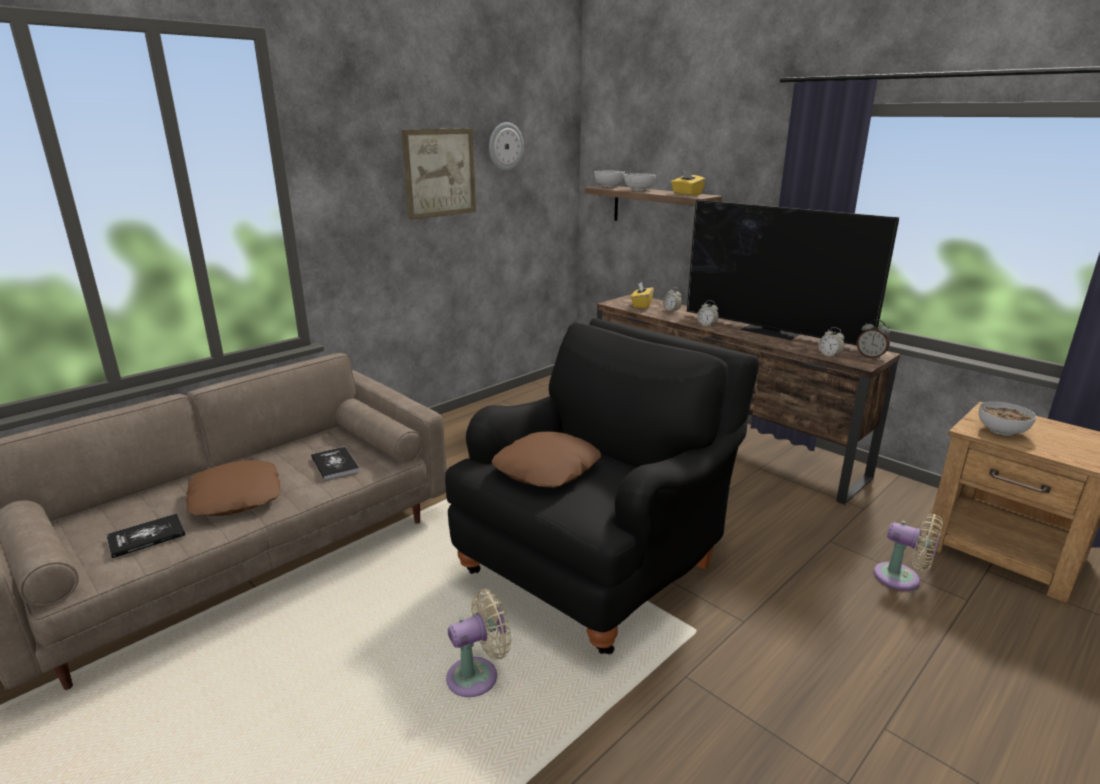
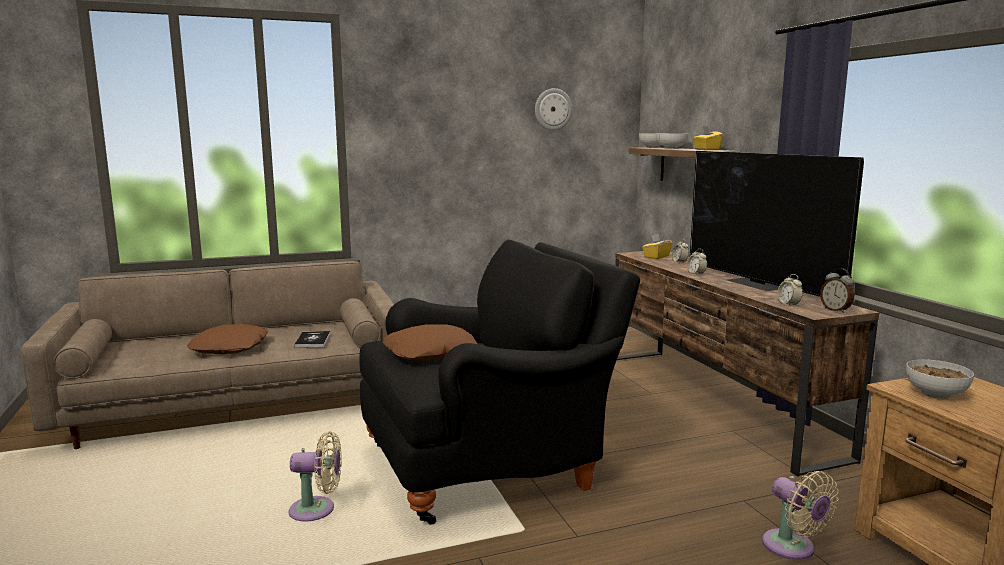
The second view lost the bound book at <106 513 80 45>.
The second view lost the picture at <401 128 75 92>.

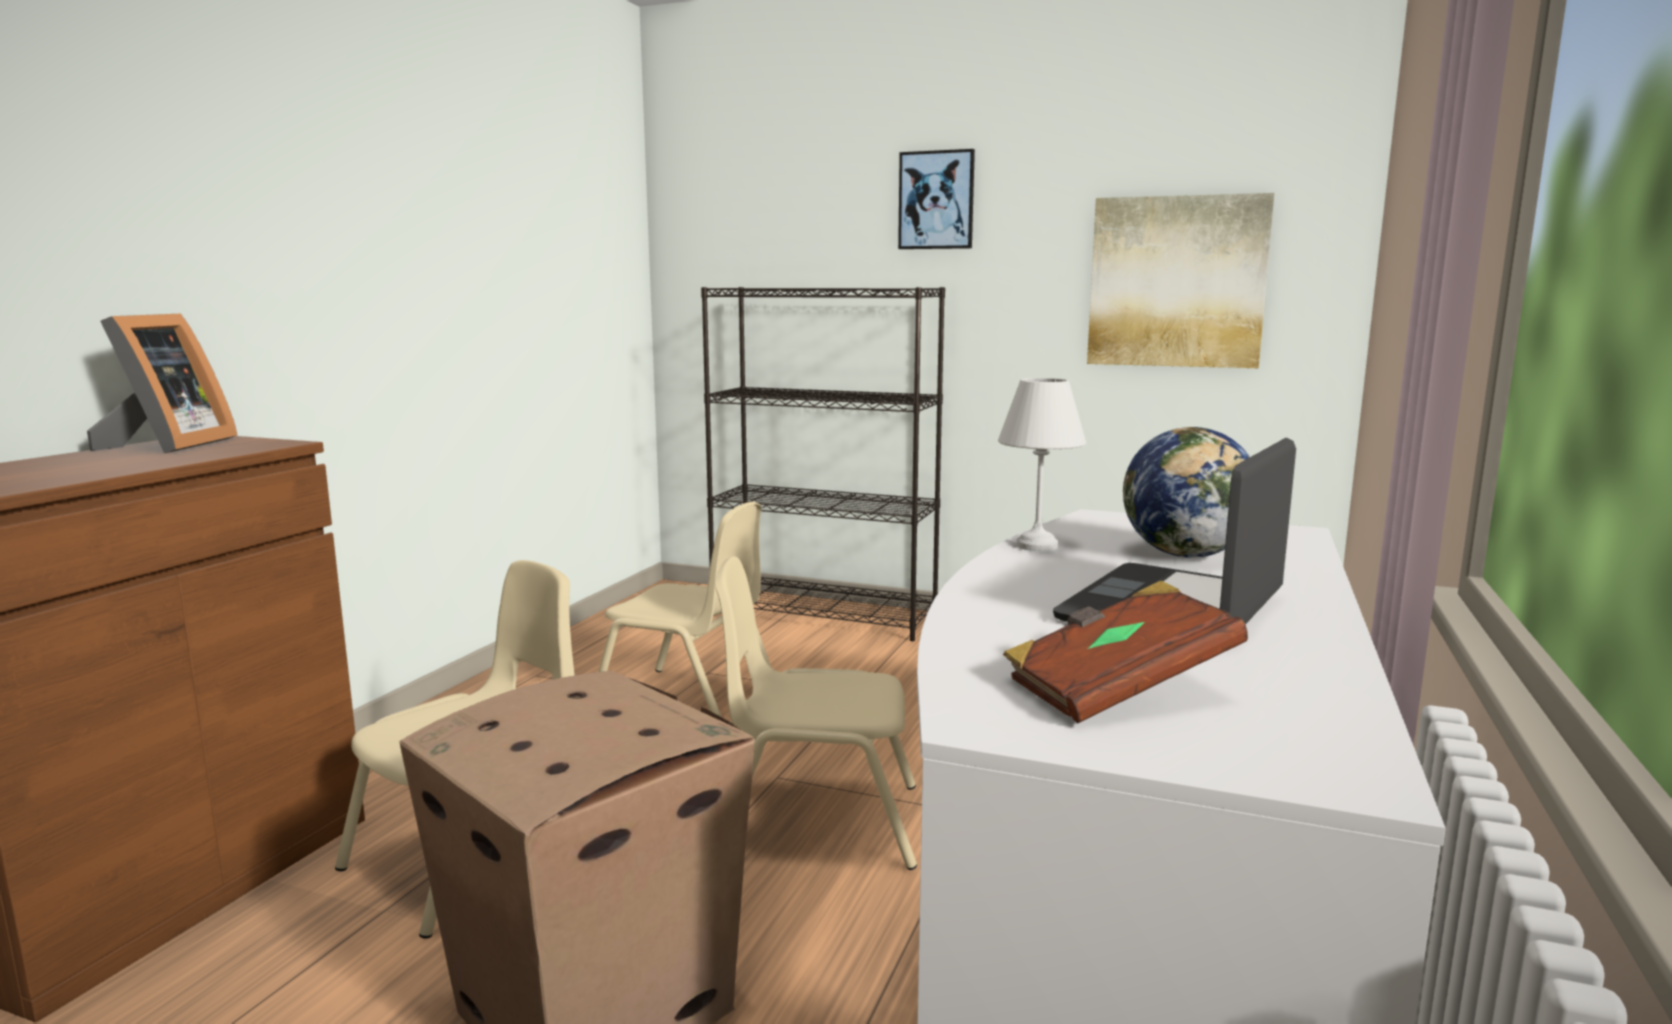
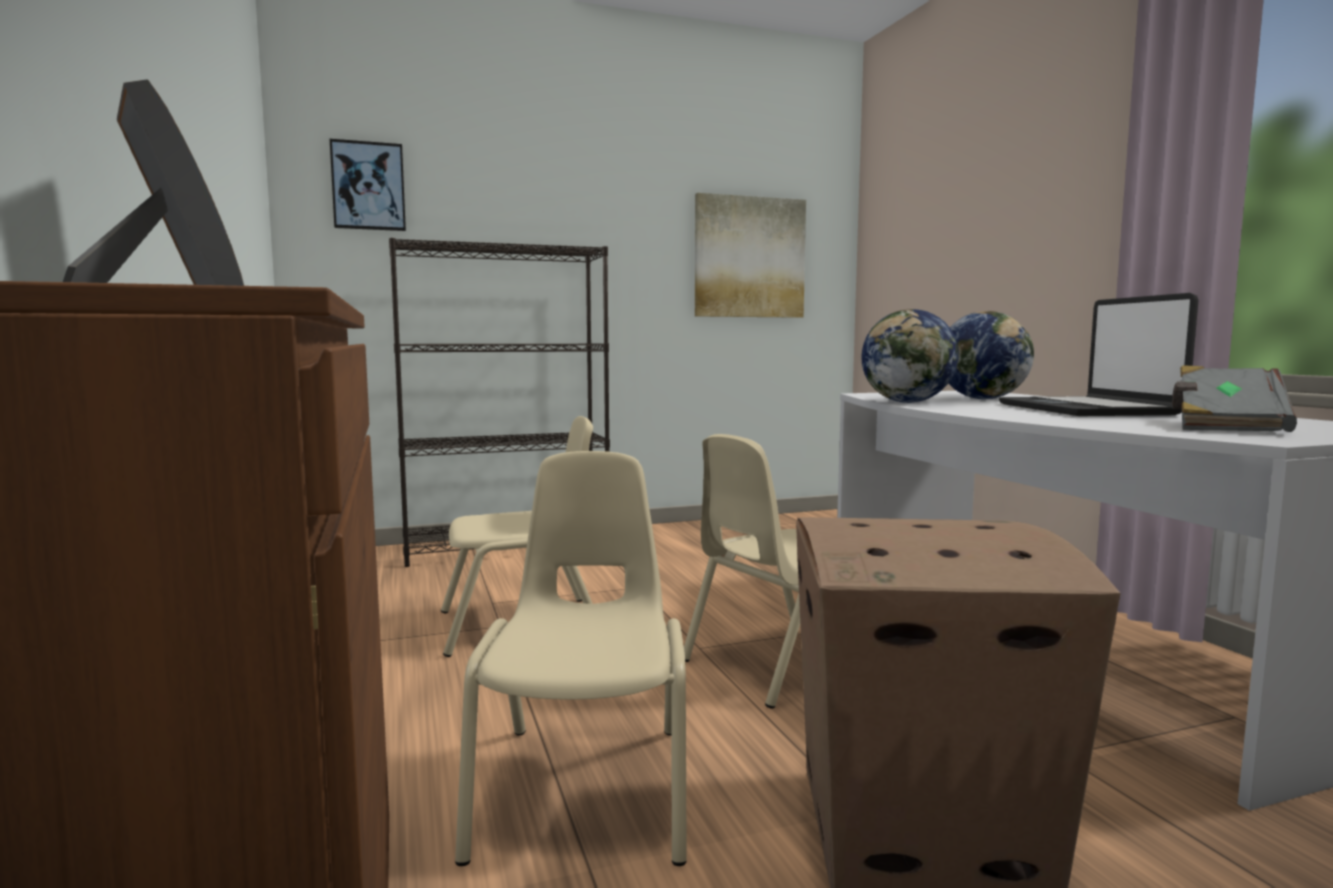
The picture ended up elsewhere, having gone from <898 149 77 100> to <330 139 76 92>.
Where the white-coloured tabletop lamp stood at <998 378 88 173>, the globe came to stand at <861 309 98 94>.
What was the brownish bound book at <1003 581 245 142> turned into the grey bound book at <1172 365 125 67>.

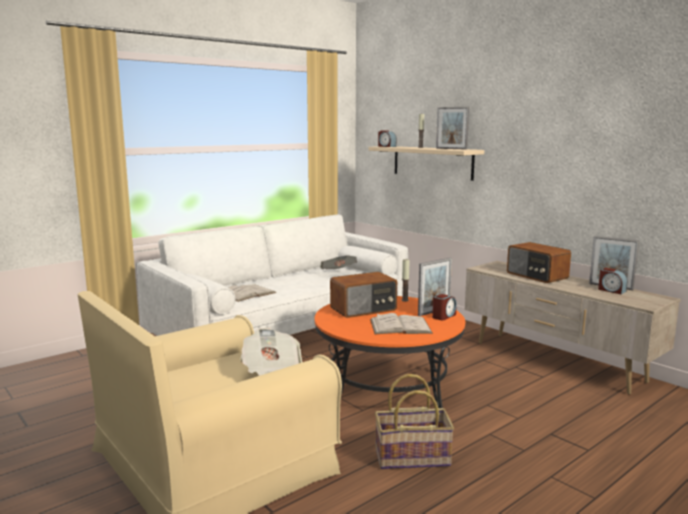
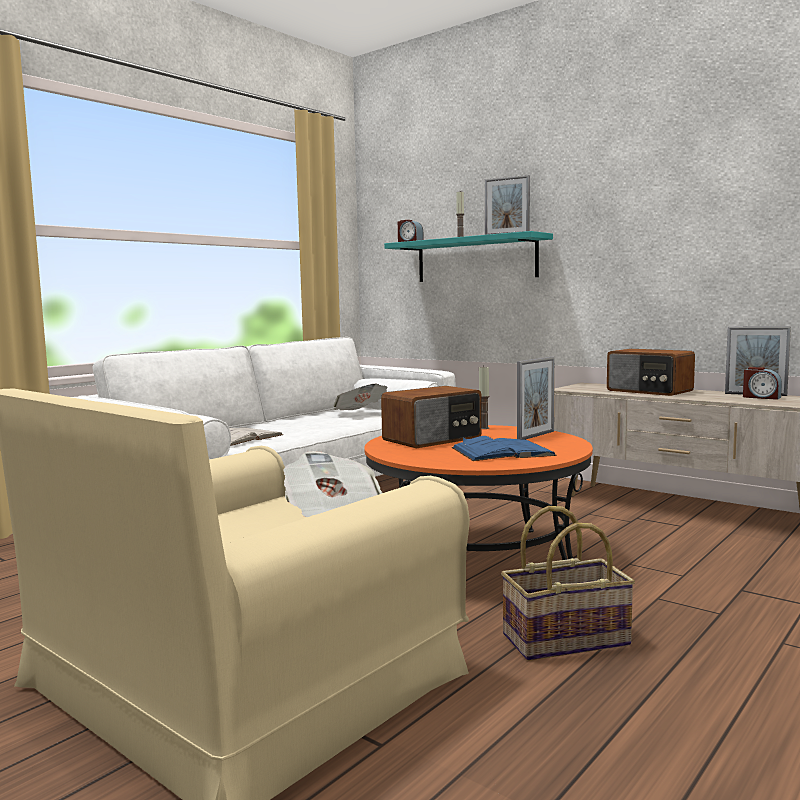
What was the beige-coloured wall shelf at <369 146 115 35> turned into the blue-green wall shelf at <384 231 169 51>.
What was the white-coloured bound book at <370 313 63 21> turned into the blue-coloured bound book at <452 436 105 25>.
The second view lost the alarm clock at <432 294 25 26>.

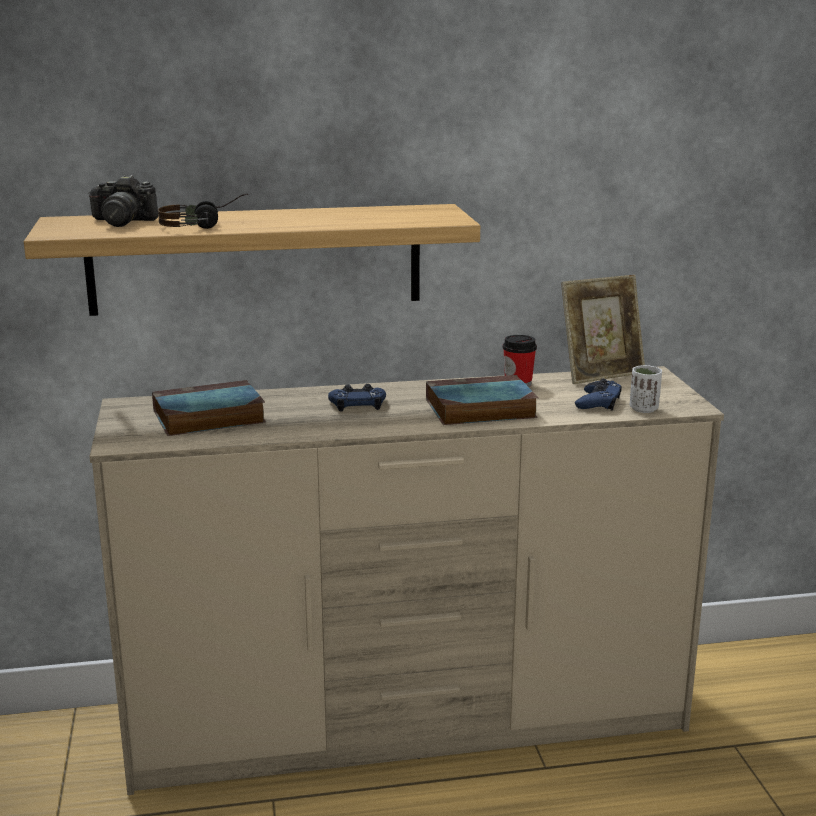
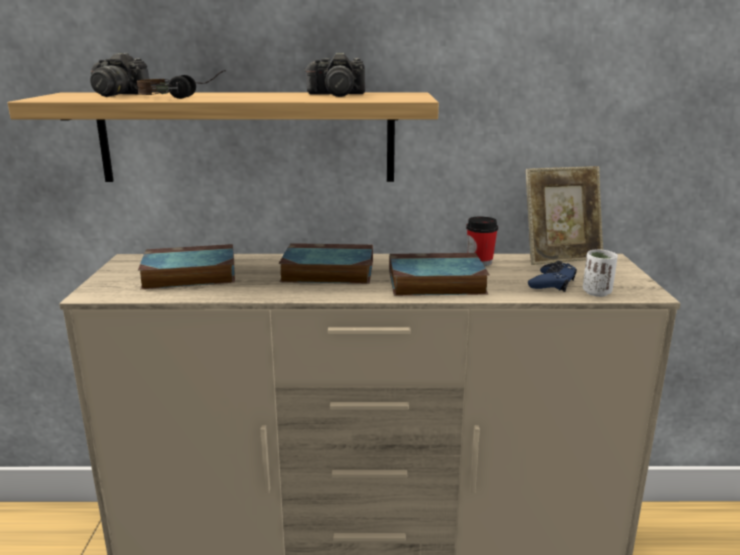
Where the blue-coloured game controller stood at <328 384 58 27>, the bound book came to stand at <279 243 94 41>.
The second view gained the still camera at <304 53 61 44>.

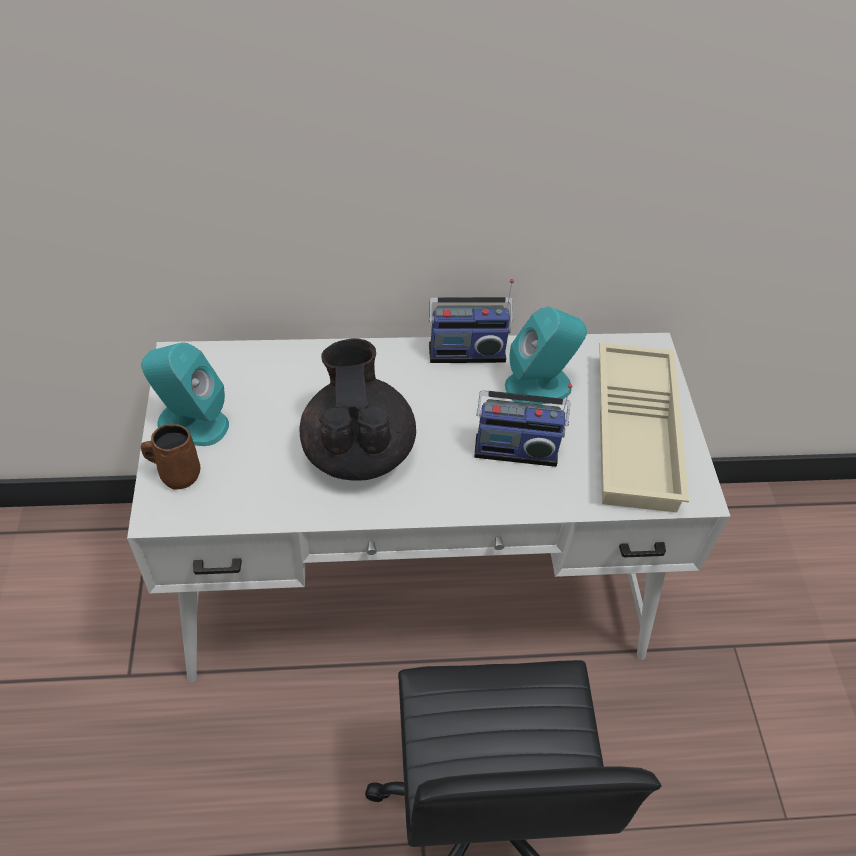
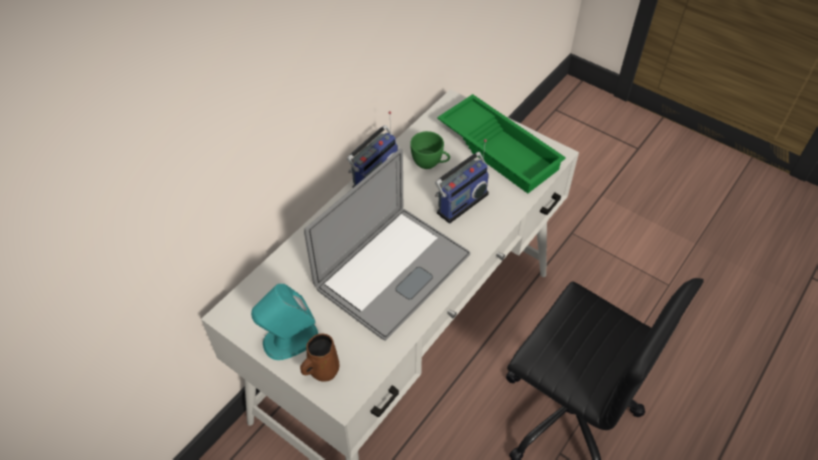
Where the blackish teapot stood at <299 338 117 143>, the laptop came to stand at <304 148 166 193>.
Where the blue-green loudspeaker stood at <505 307 82 98>, the green-coloured cup came to stand at <410 131 40 38>.
What was the beige-coloured serving tray at <599 343 90 170> turned into the green-coloured serving tray at <437 94 129 99>.

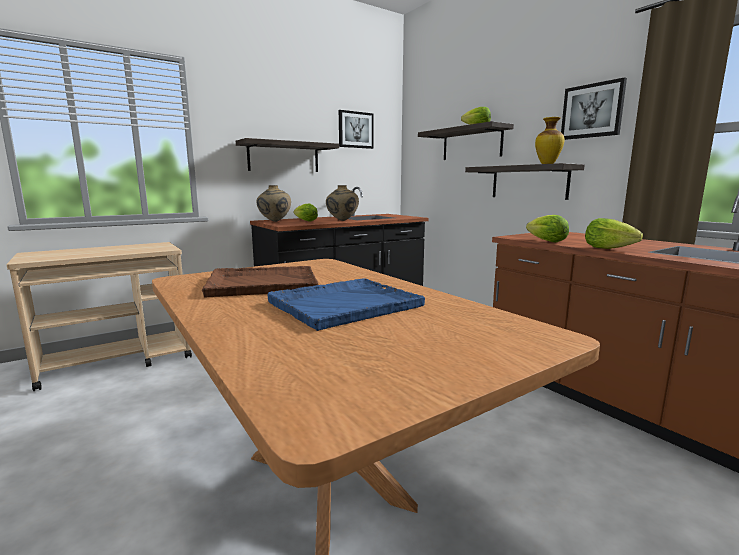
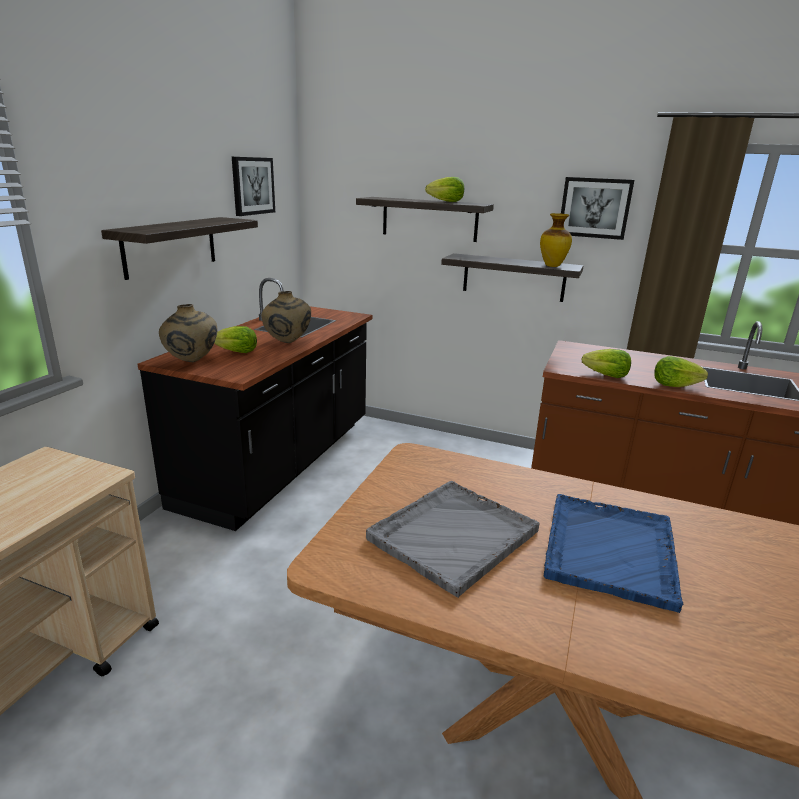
What was the brownish serving tray at <202 266 117 32> turned into the grey serving tray at <366 481 173 117>.

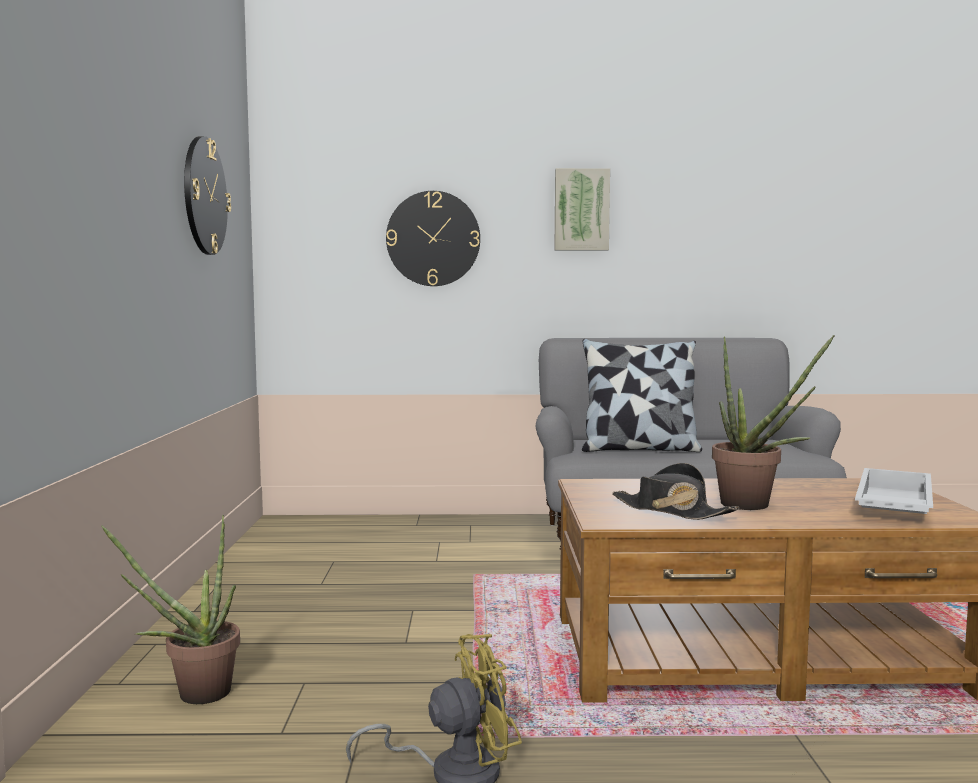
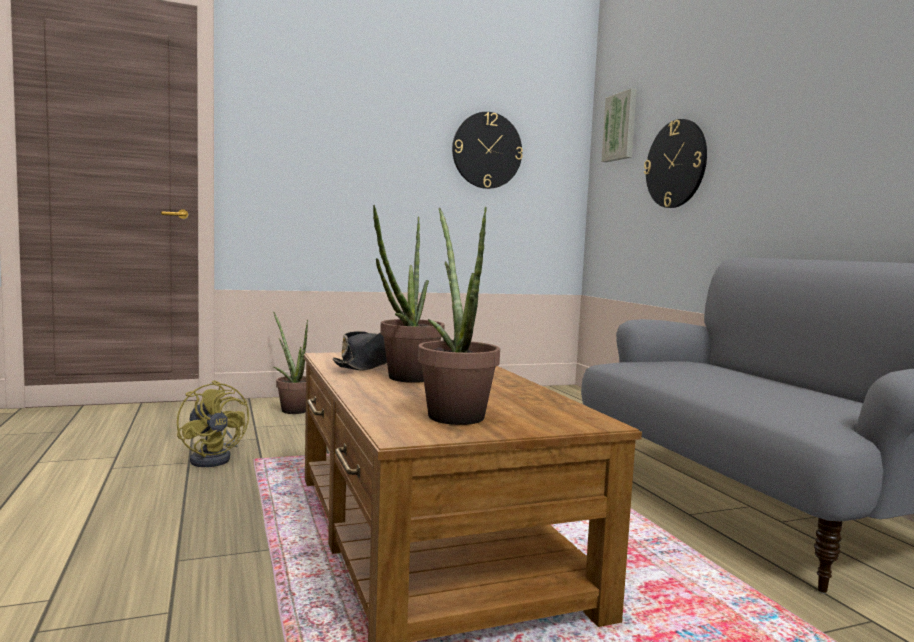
Where the white-coloured serving tray stood at <855 468 78 46>, the potted plant came to stand at <418 207 82 218>.
The picture ended up elsewhere, having gone from <554 168 56 83> to <601 89 36 73>.
The second view lost the throw pillow at <582 339 120 113>.

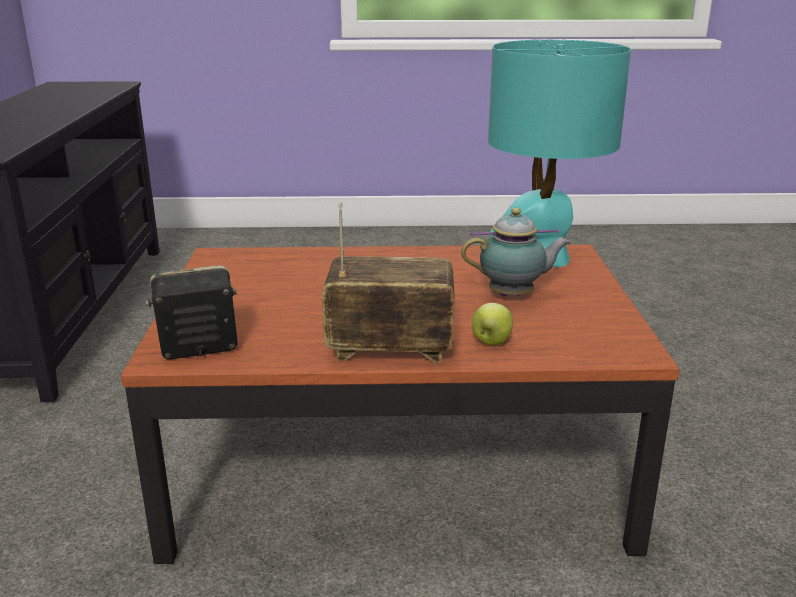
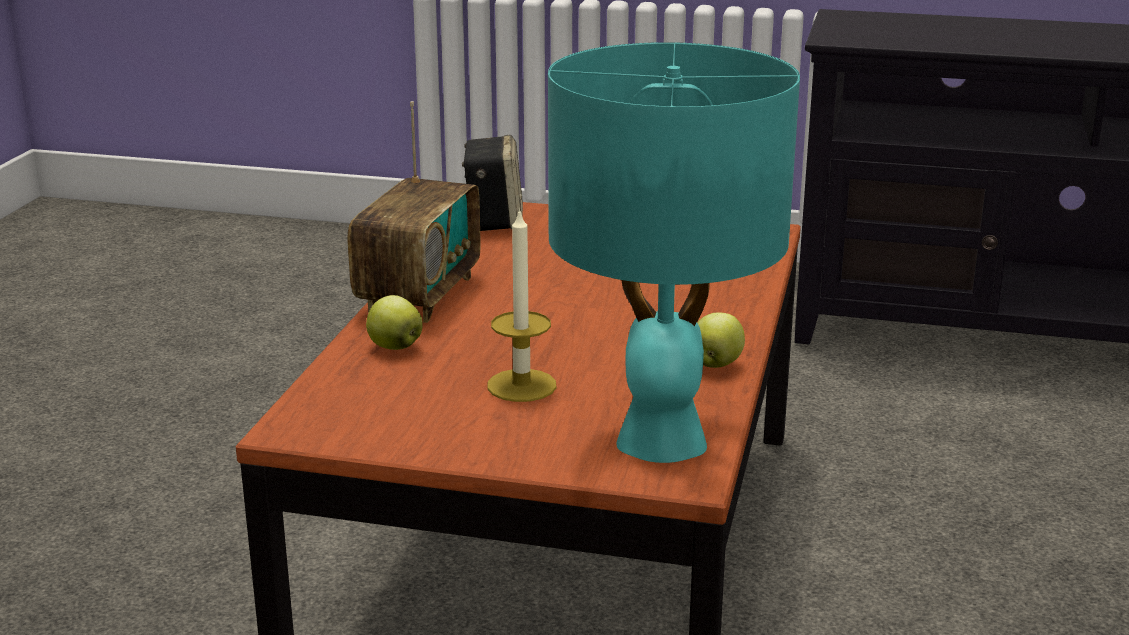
Where the teapot stood at <461 208 109 88>, the wax light came to stand at <487 208 70 194>.
The second view gained the apple fruit at <697 312 48 56>.

